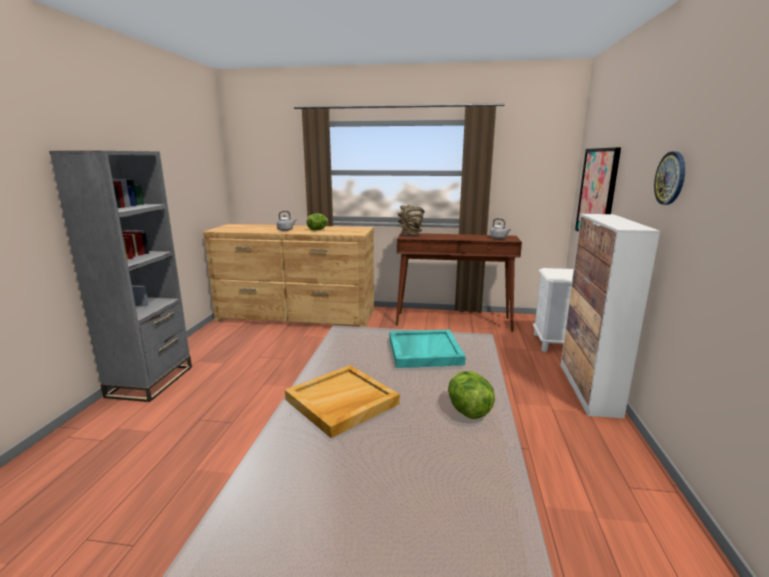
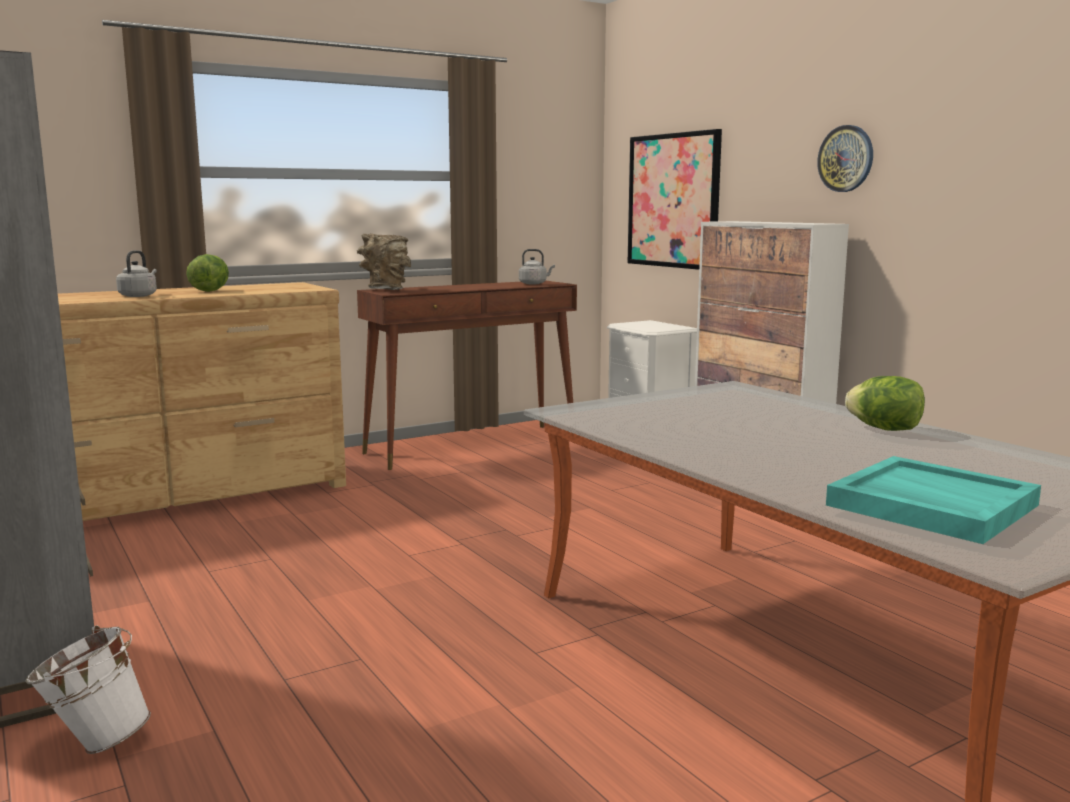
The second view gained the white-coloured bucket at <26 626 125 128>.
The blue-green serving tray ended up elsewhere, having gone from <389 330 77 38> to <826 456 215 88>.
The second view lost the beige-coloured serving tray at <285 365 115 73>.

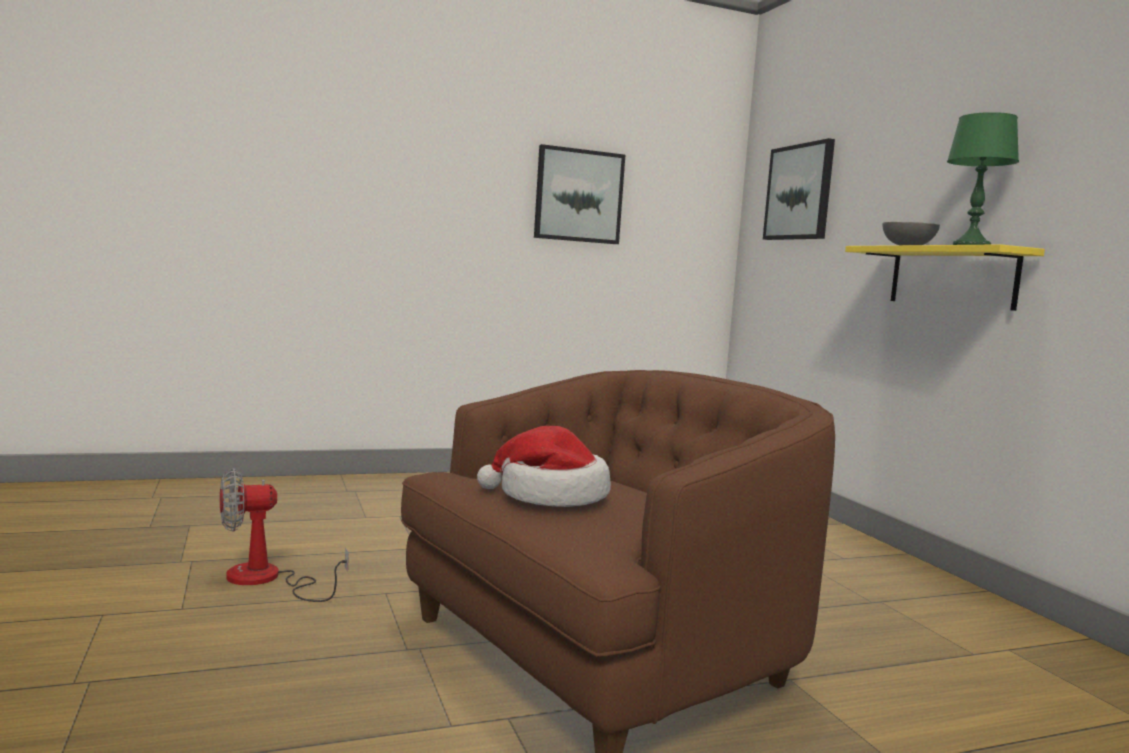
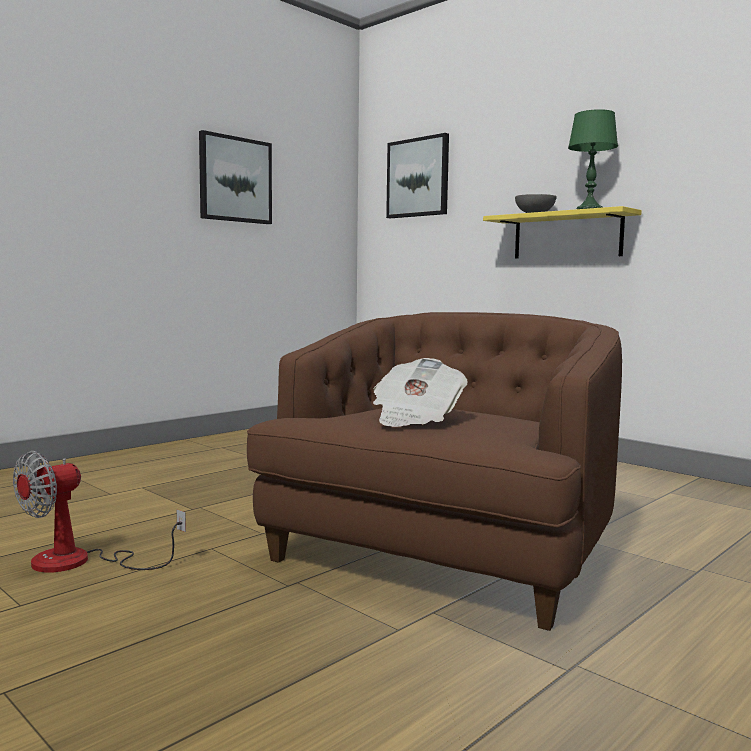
Where the wearable hat stood at <477 426 134 81>, the daily paper came to stand at <373 358 94 69>.

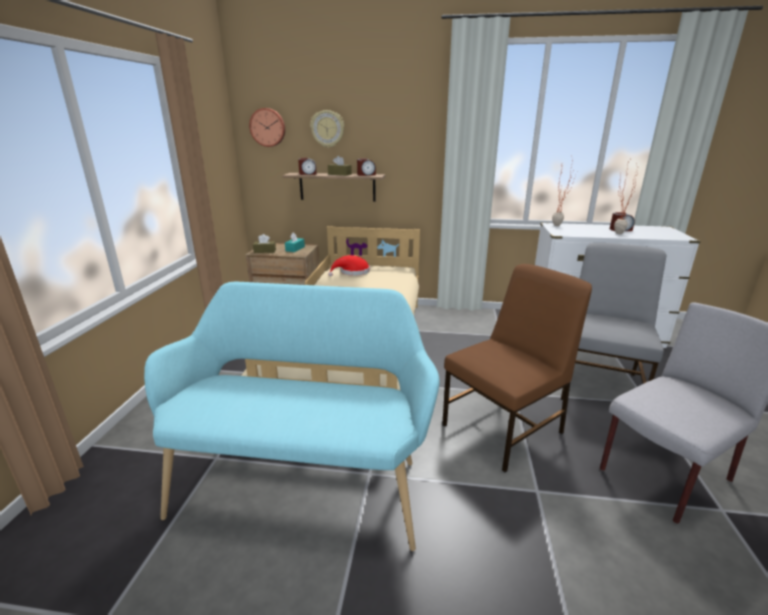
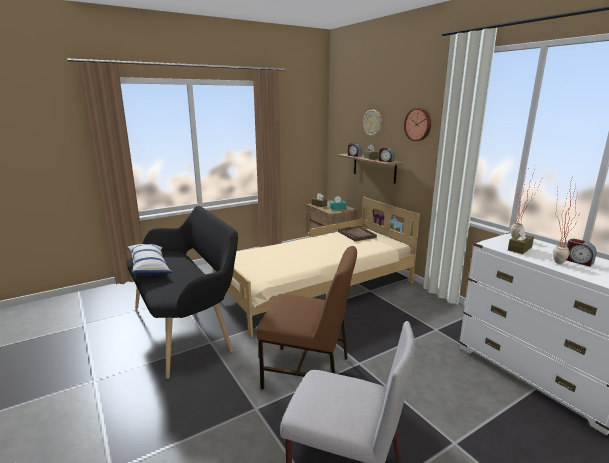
What was the blue-green indoor bench at <144 282 296 269> turned into the blackish indoor bench at <127 206 111 173>.
The second view gained the throw pillow at <127 244 46 32>.
Where the red wearable hat stood at <328 255 42 21>, the brownish serving tray came to stand at <338 226 39 15>.
The wall clock ended up elsewhere, having gone from <249 108 36 39> to <404 108 27 33>.
The second view gained the brownish tissue box at <508 227 26 27>.
The second view lost the grey chair at <561 243 105 157>.

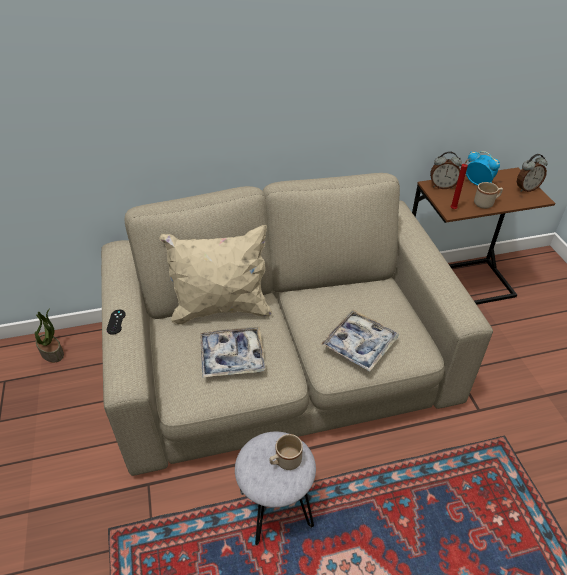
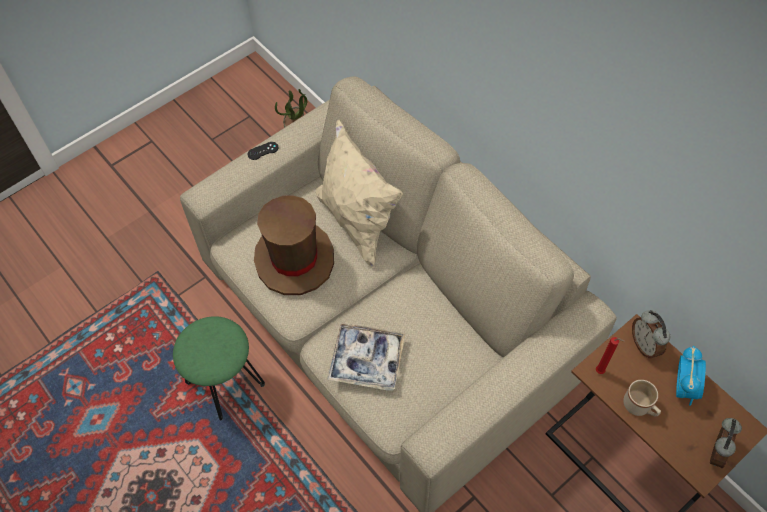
What was the grey stool seat at <235 432 81 113> turned into the green-coloured stool seat at <173 316 92 105>.
Where the serving tray stood at <200 327 66 51>, the brownish wearable hat came to stand at <254 196 80 99>.
The alarm clock at <517 154 31 38> ended up facing another way, 105 degrees counterclockwise from before.
The second view lost the beige-coloured coffee mug at <269 434 34 36>.

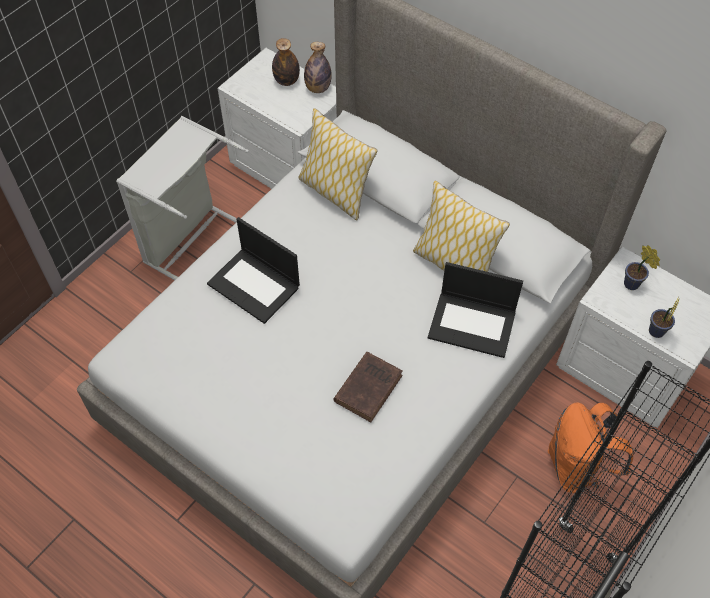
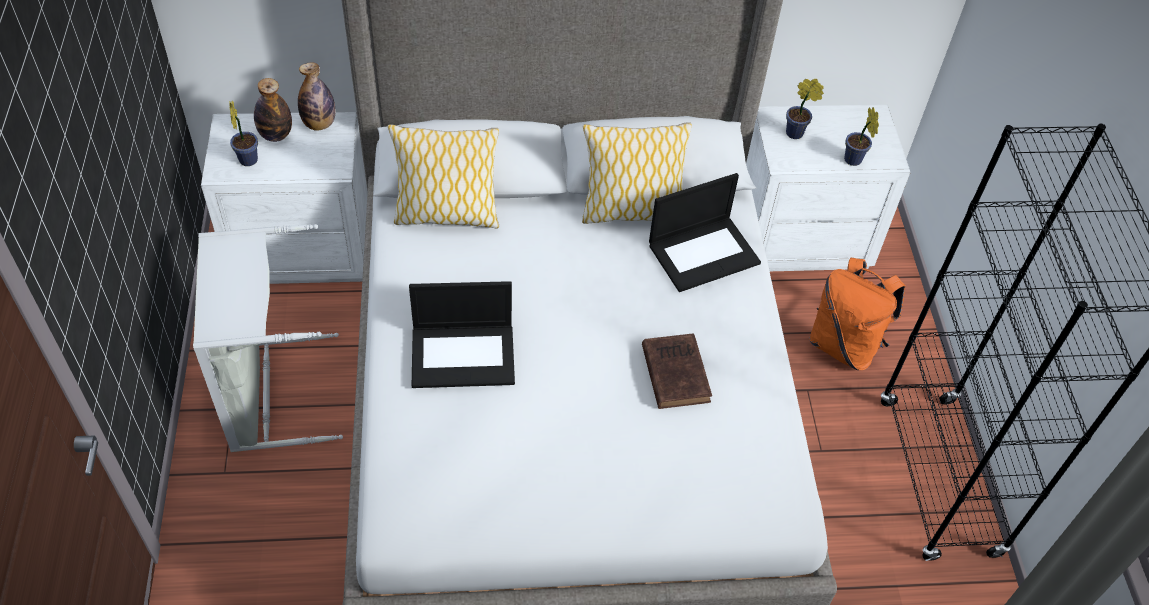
The second view gained the potted plant at <229 100 29 66>.

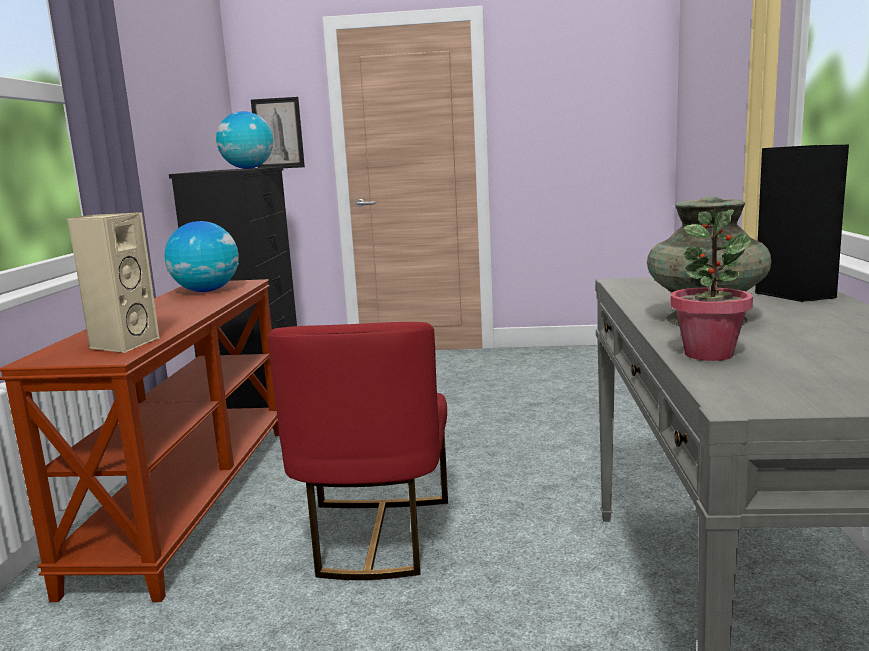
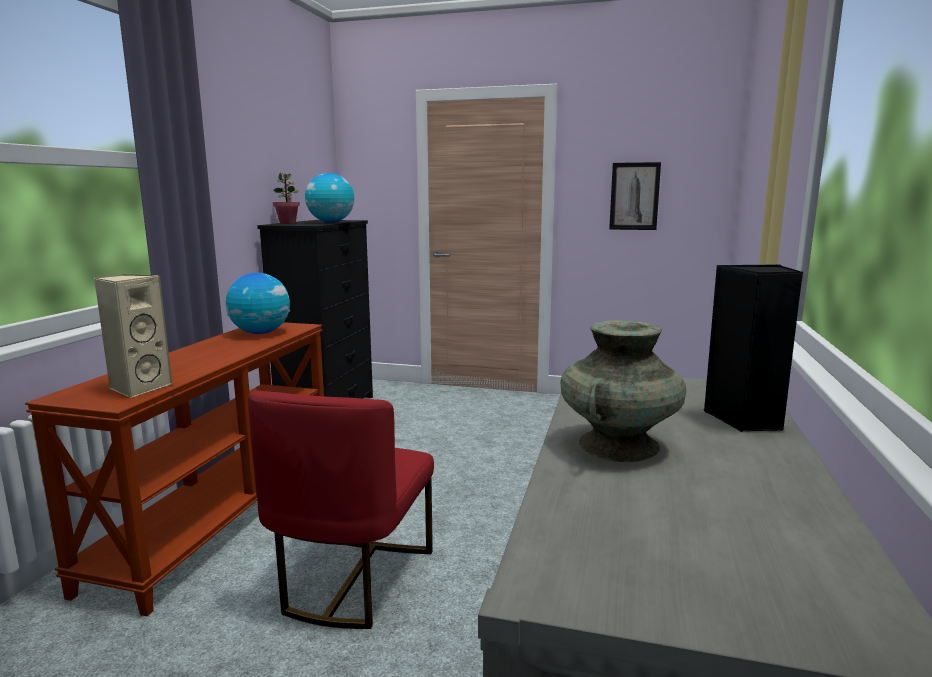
The potted plant ended up elsewhere, having gone from <670 209 83 152> to <273 172 27 52>.
The picture ended up elsewhere, having gone from <251 97 54 71> to <609 162 52 68>.

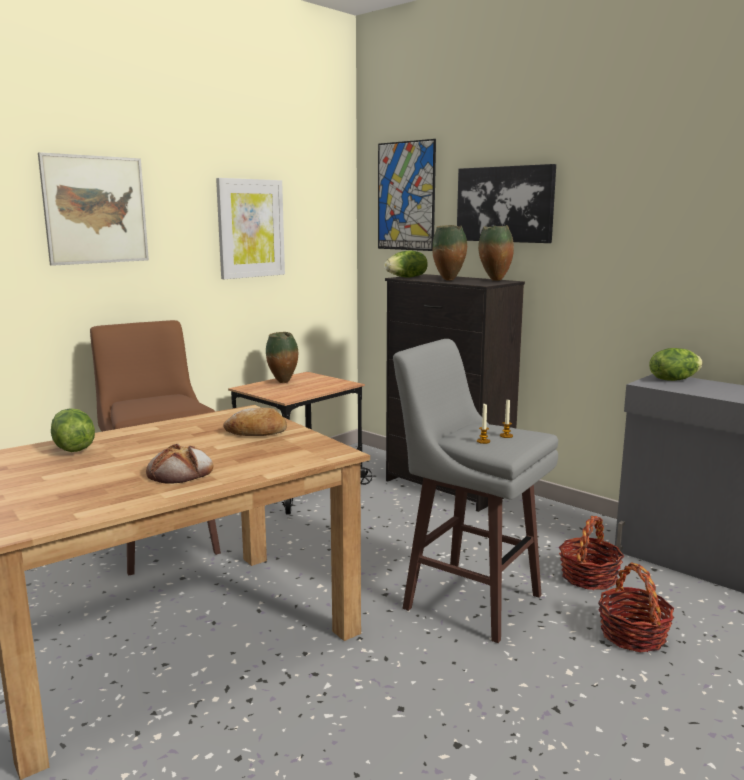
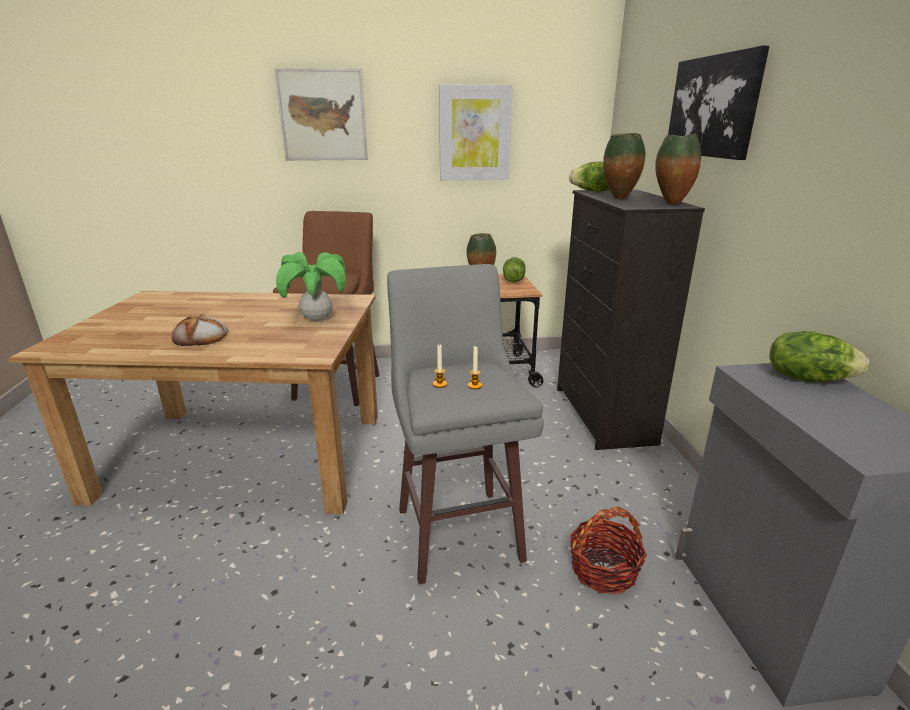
Where the baked bread stood at <223 408 64 28>, the potted plant came to stand at <276 252 70 69>.
The lettuce ended up elsewhere, having gone from <51 408 44 44> to <503 257 22 25>.
The second view lost the picture at <378 139 58 112>.
The second view lost the storage basket at <598 563 76 89>.

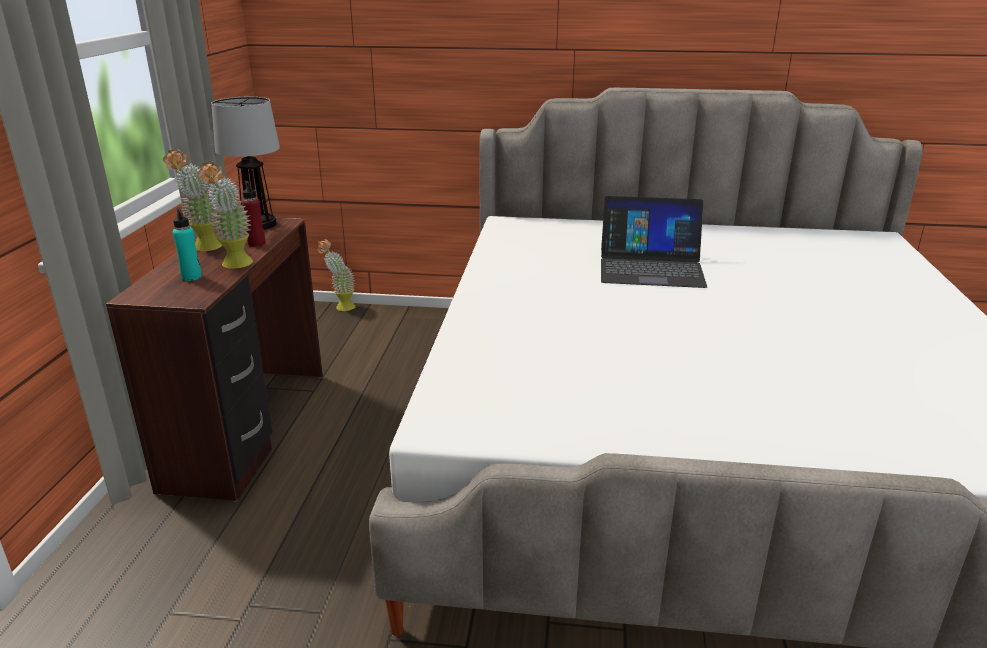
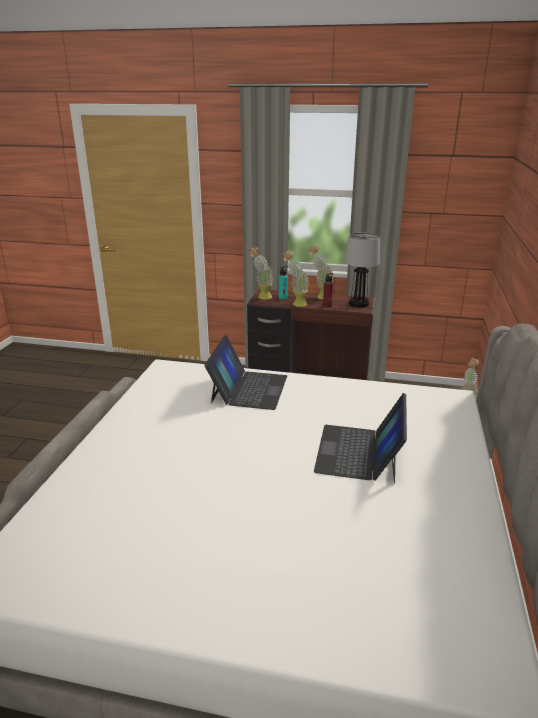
The second view gained the laptop at <205 335 82 75>.
The second view gained the potted plant at <248 247 26 52>.

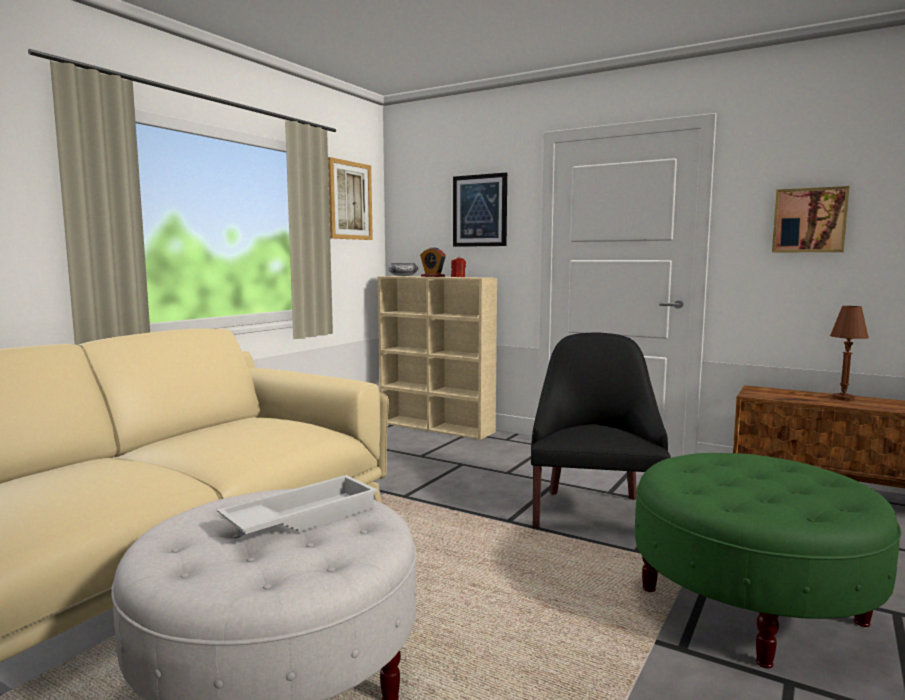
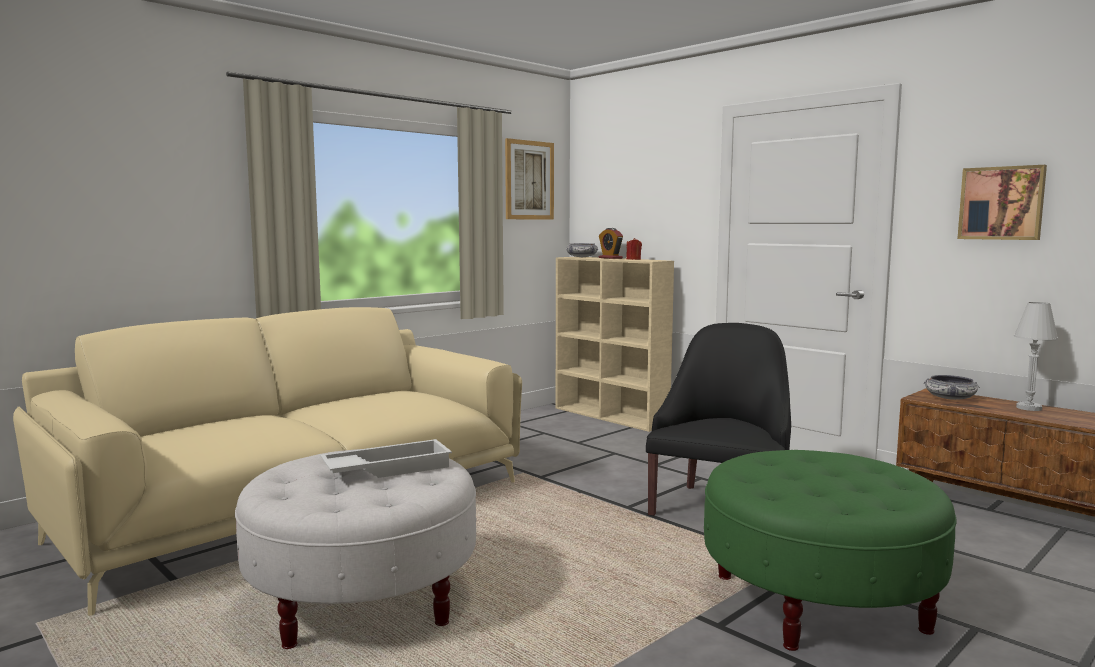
The second view gained the deep dish at <924 375 56 25>.
What was the brownish tabletop lamp at <830 306 39 95> turned into the white-coloured tabletop lamp at <1014 302 44 109>.
The second view lost the picture at <453 173 54 74>.

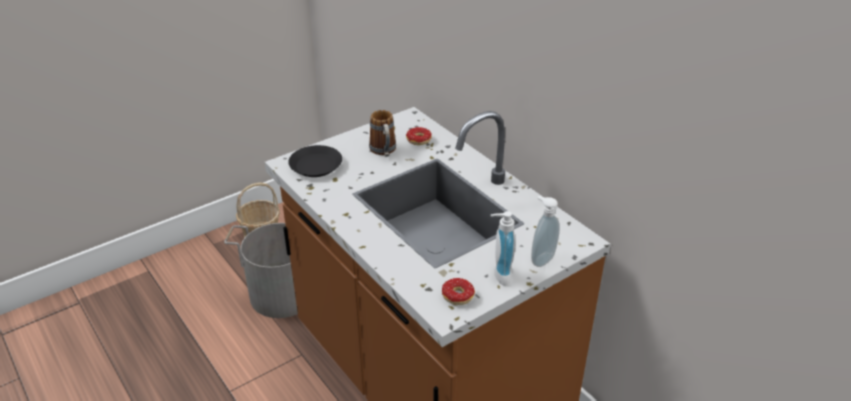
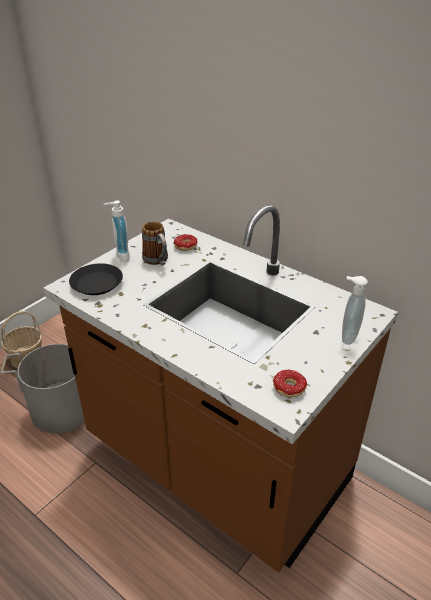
The liquid soap bottle ended up elsewhere, having gone from <491 211 24 75> to <104 201 26 61>.

